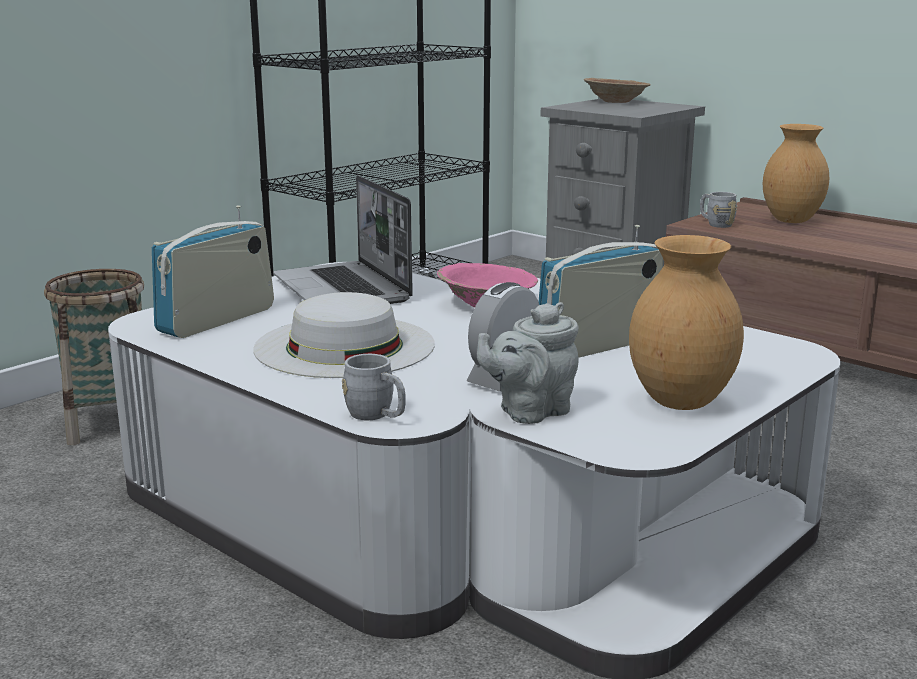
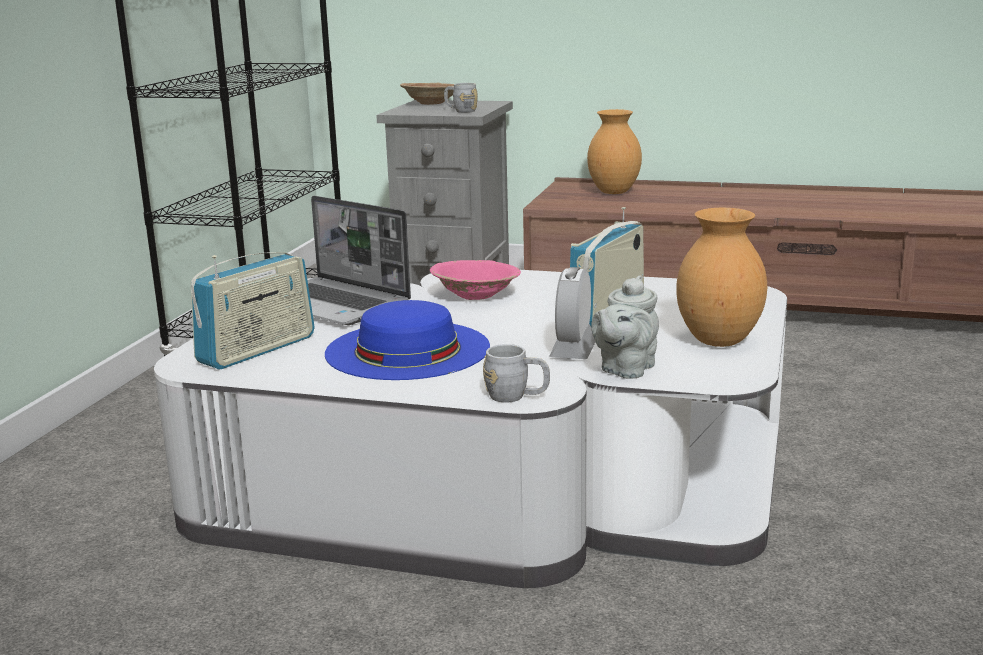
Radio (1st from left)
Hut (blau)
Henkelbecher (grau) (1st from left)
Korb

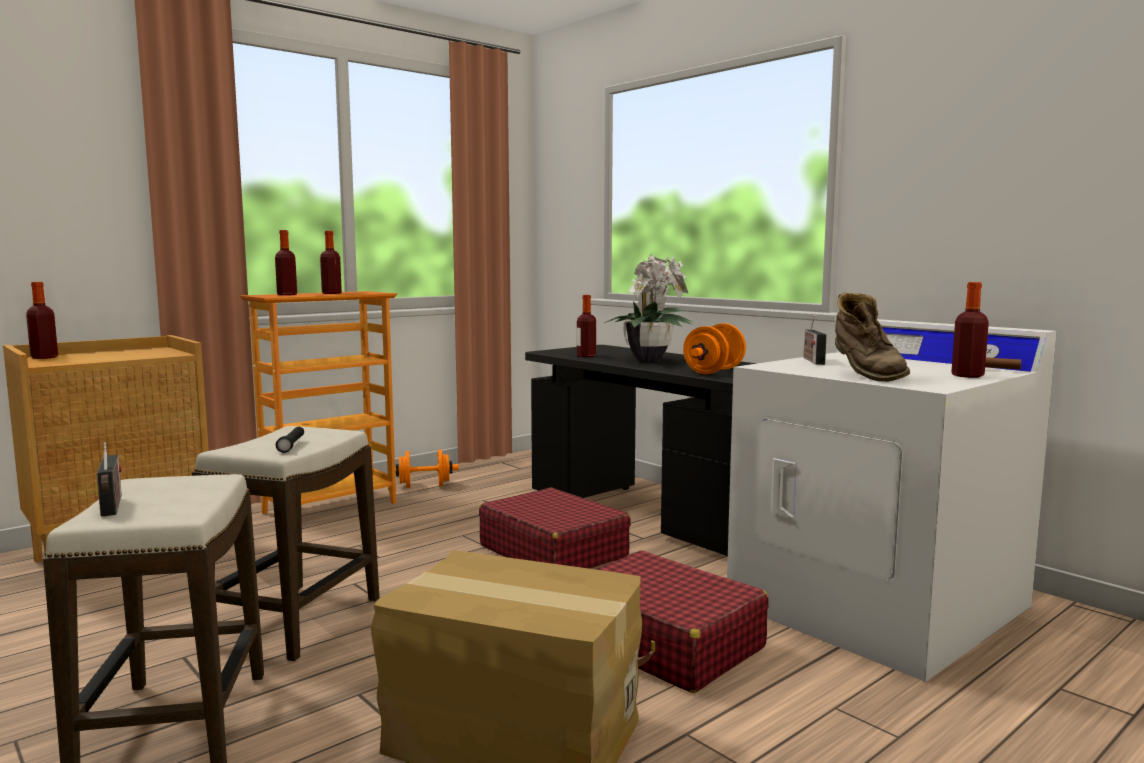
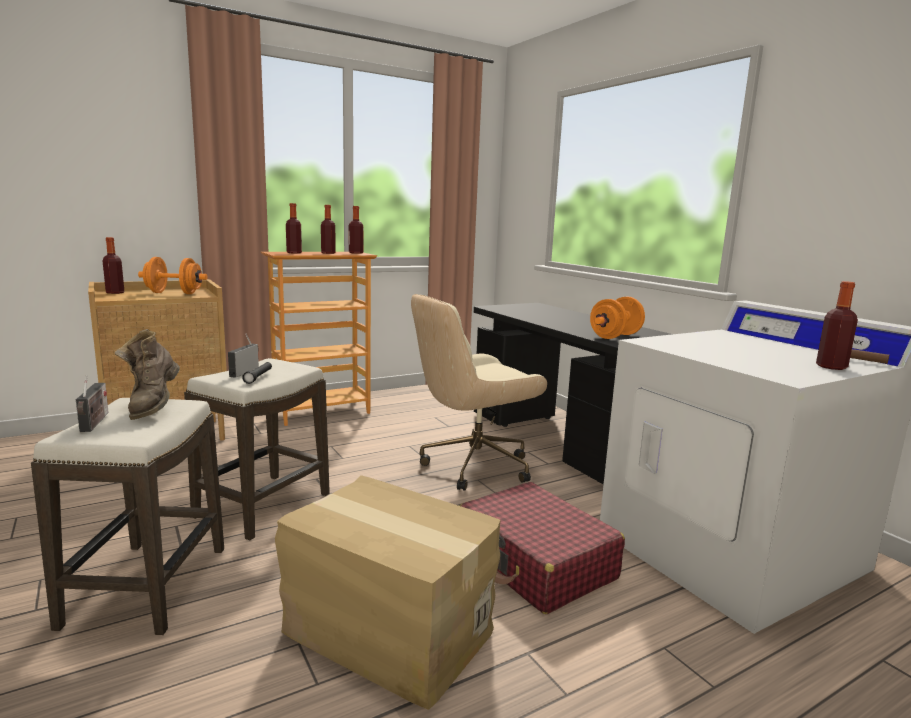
Stiefel (braun)
Hantel (orange) (1st from left)
Radio (2nd from left)
Flasche (4th from left)
Bürostuhl (beige)
Topfpflanze

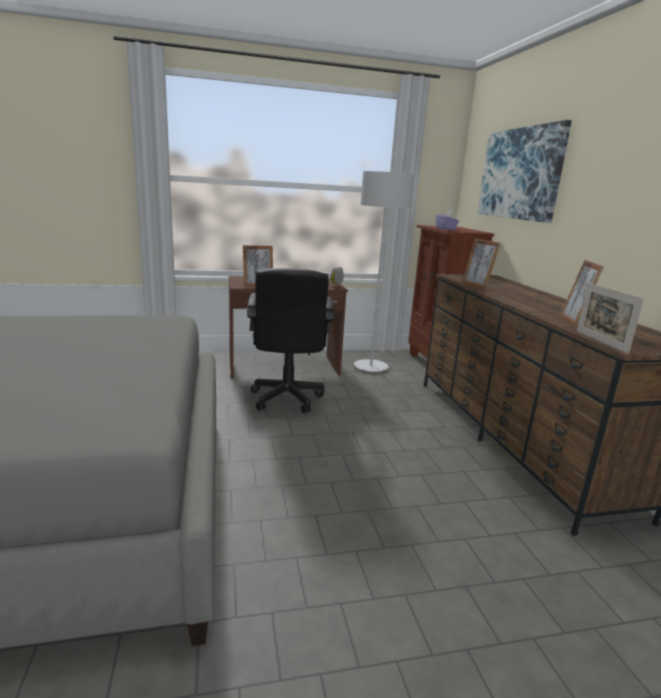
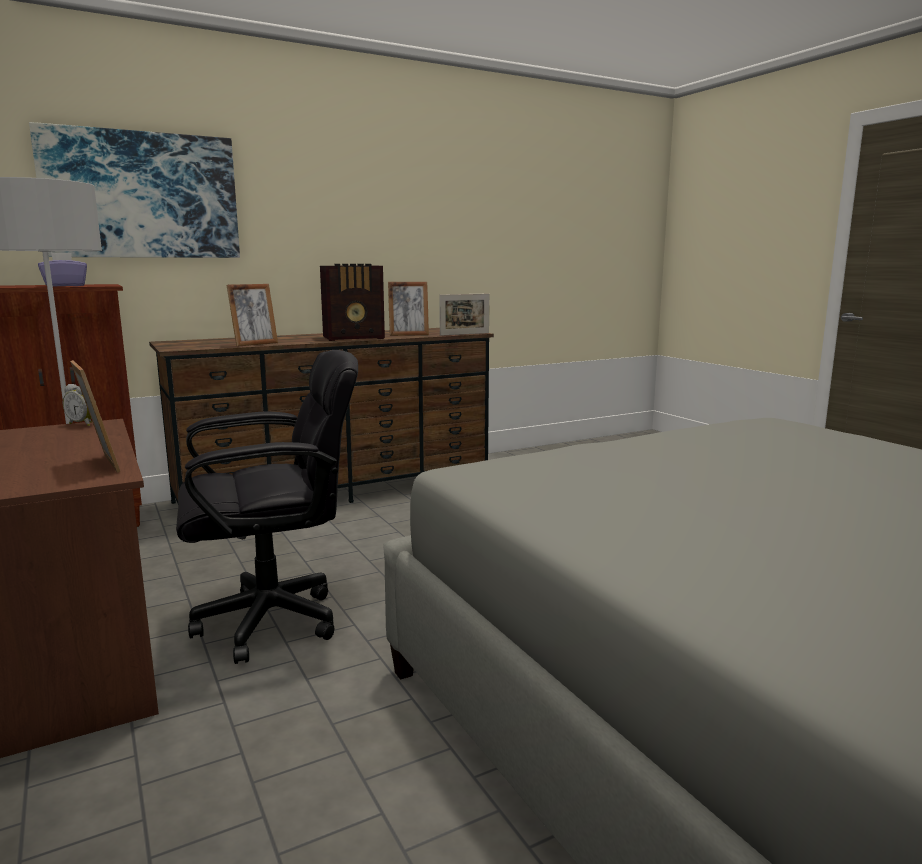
Radio

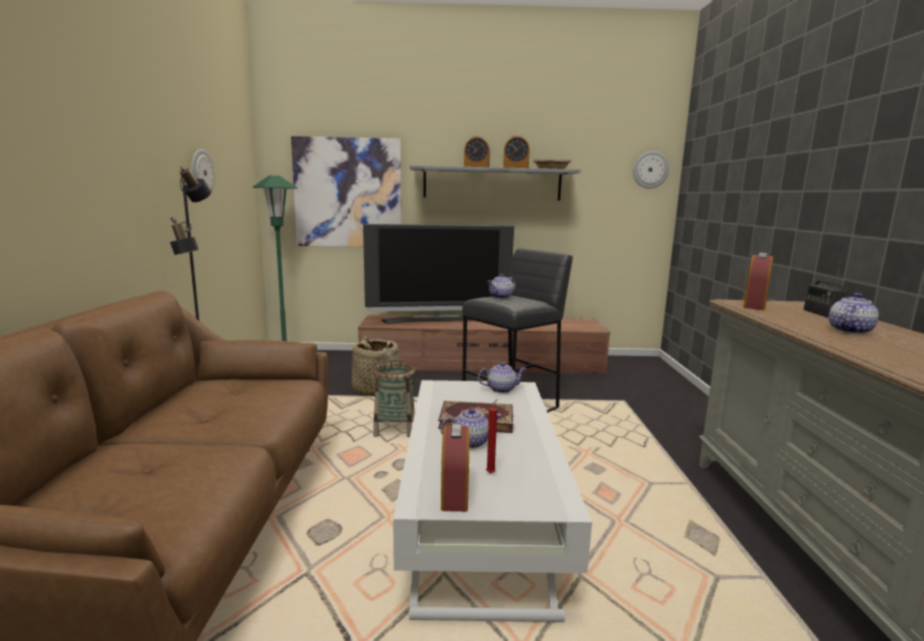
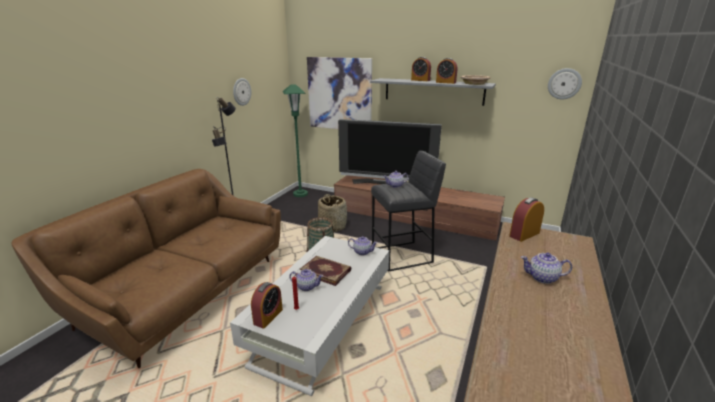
Teekanne (4th from left)
Radio

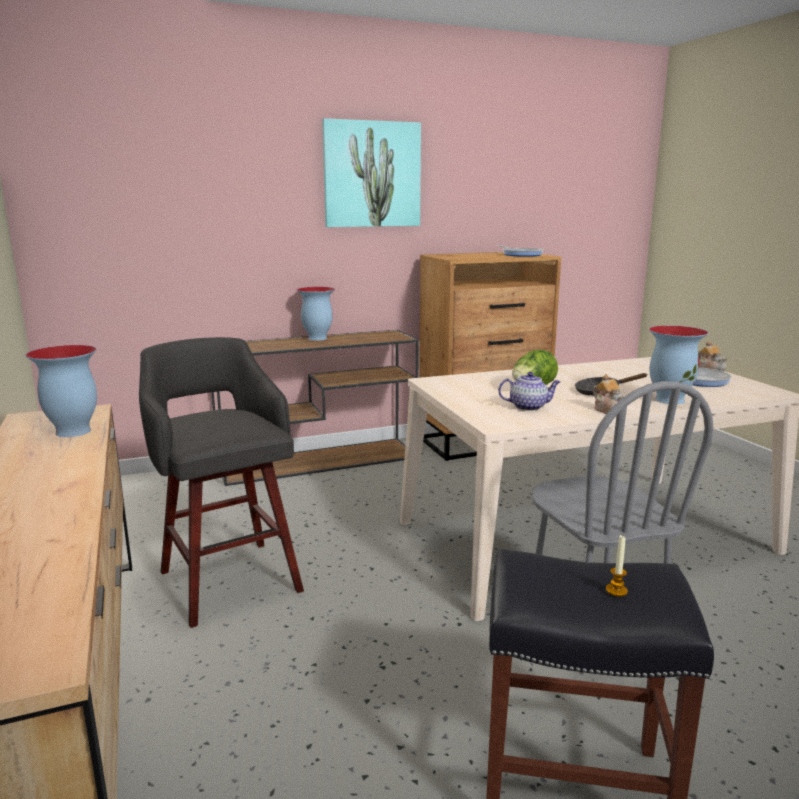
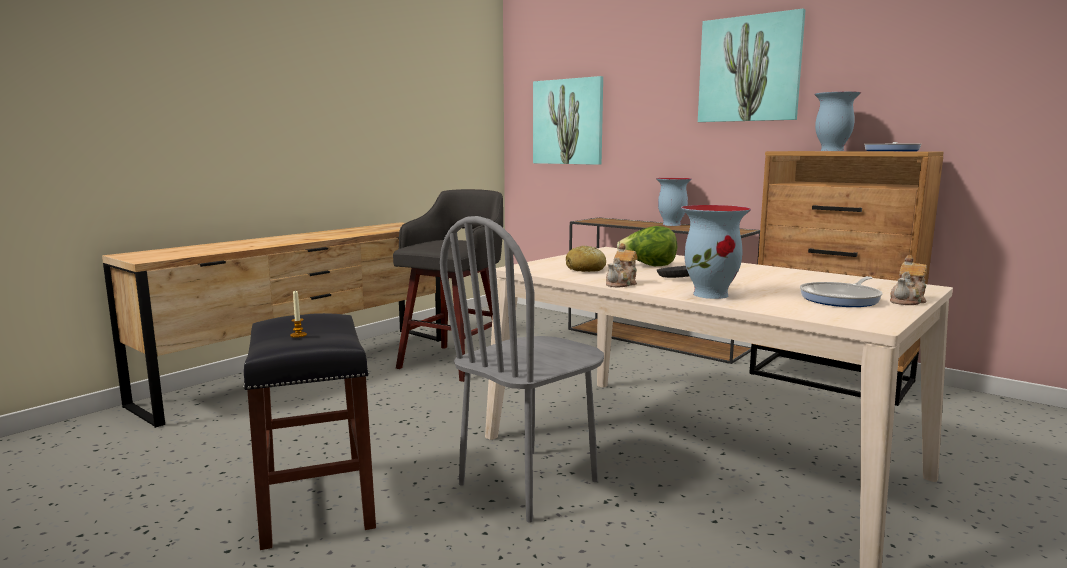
Bild (1st from left)
Brot
Vase (3rd from left)

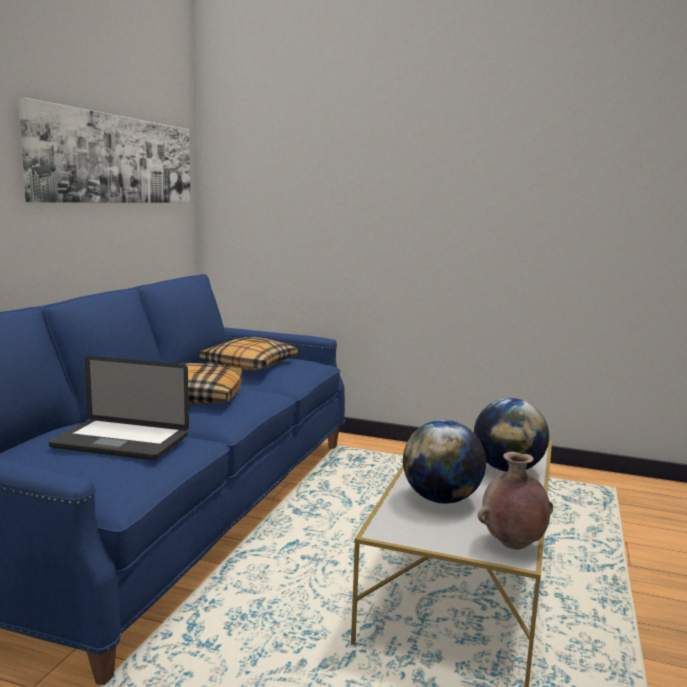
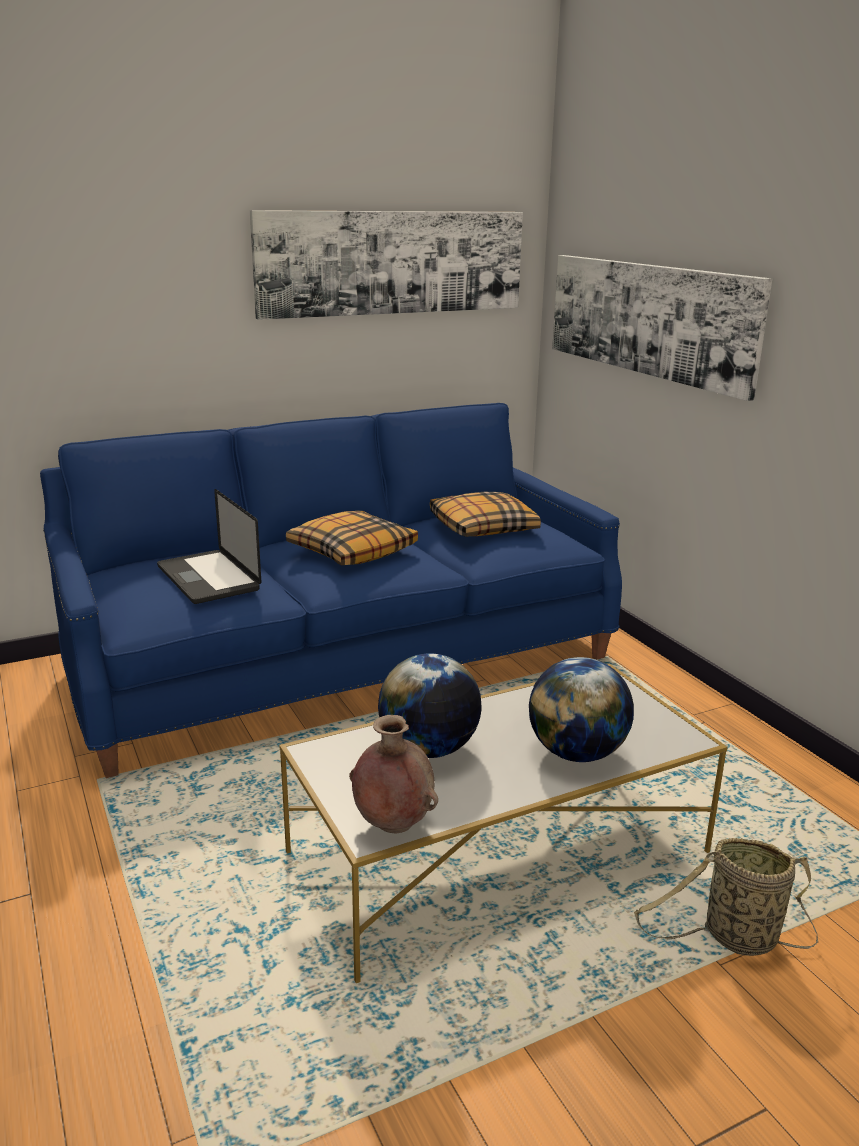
Bild (2nd from left)
Korb

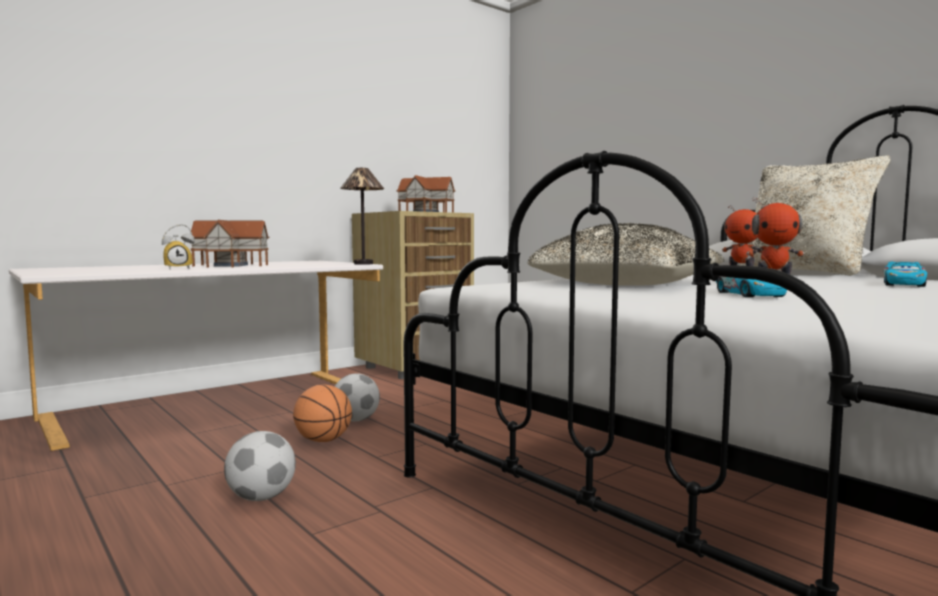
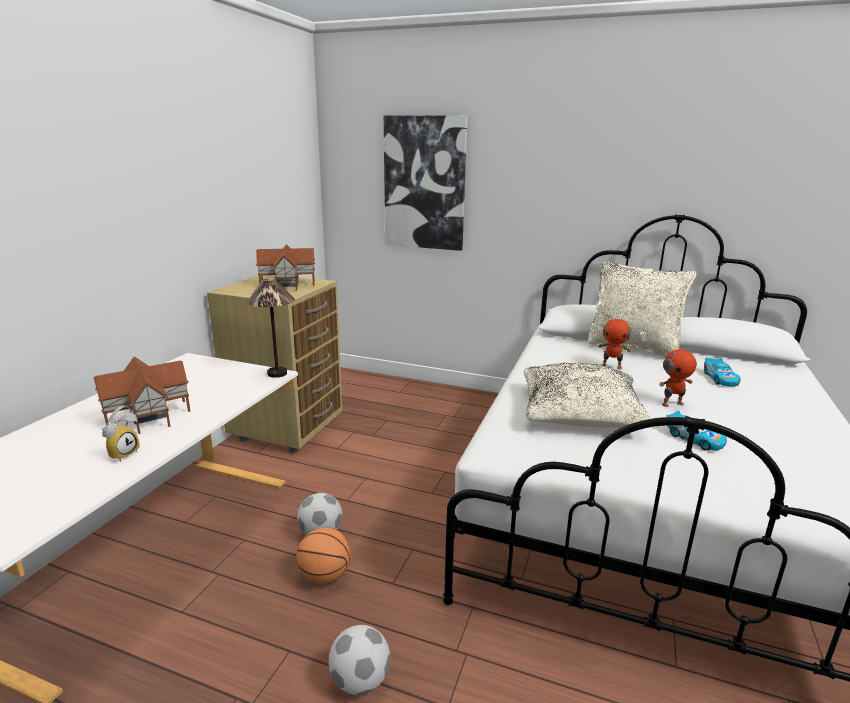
Bild

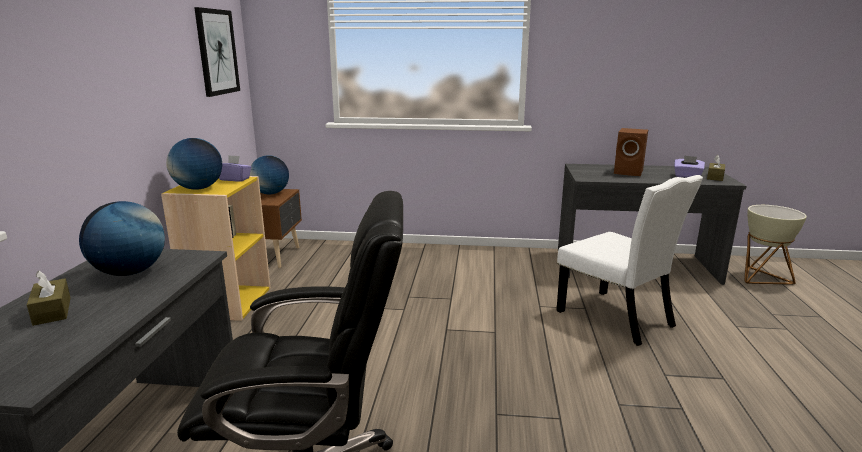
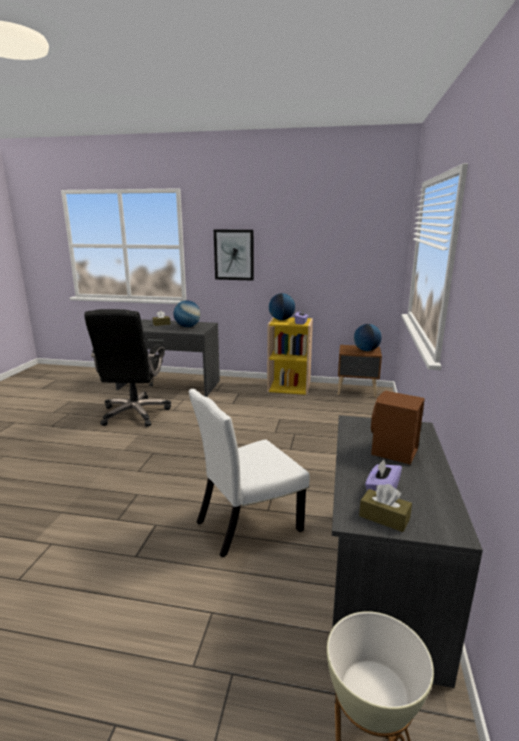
Bild

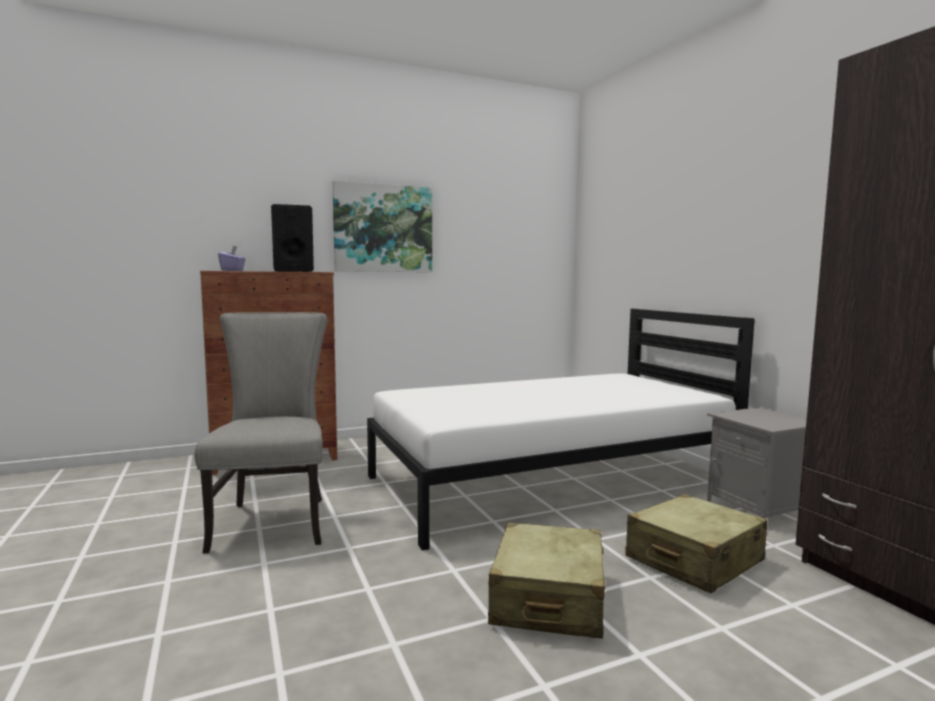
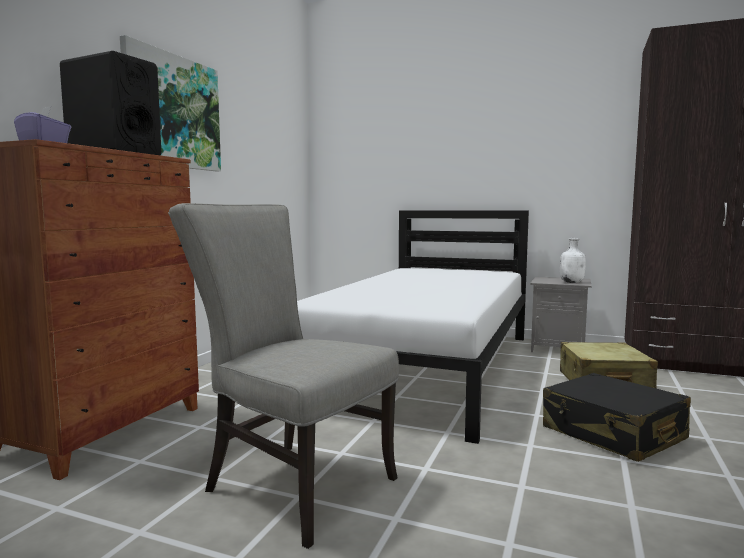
Koffer (schwarz)
Flasche (weiß)

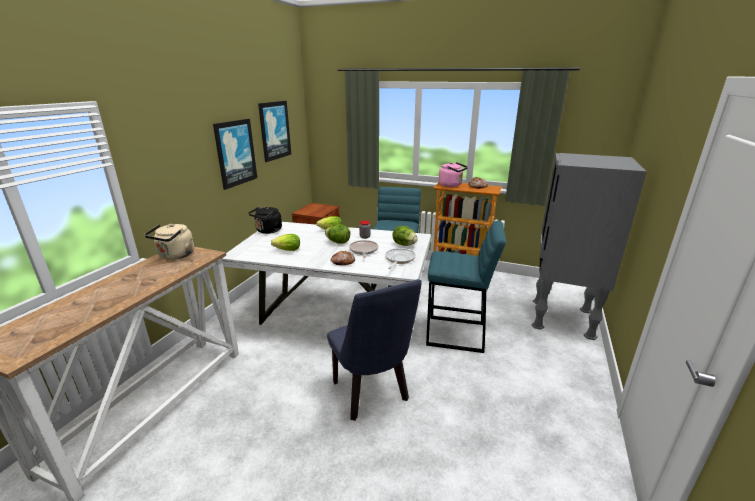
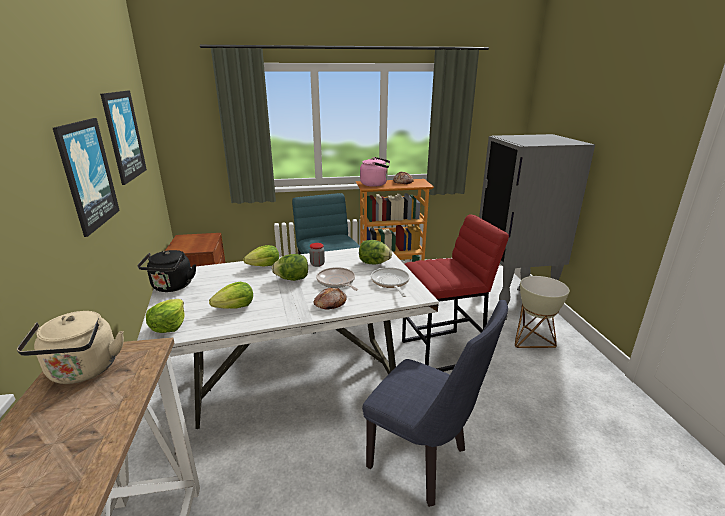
Salatkopf (1st from left)
Hocker (rot)
Pflanzkübel

